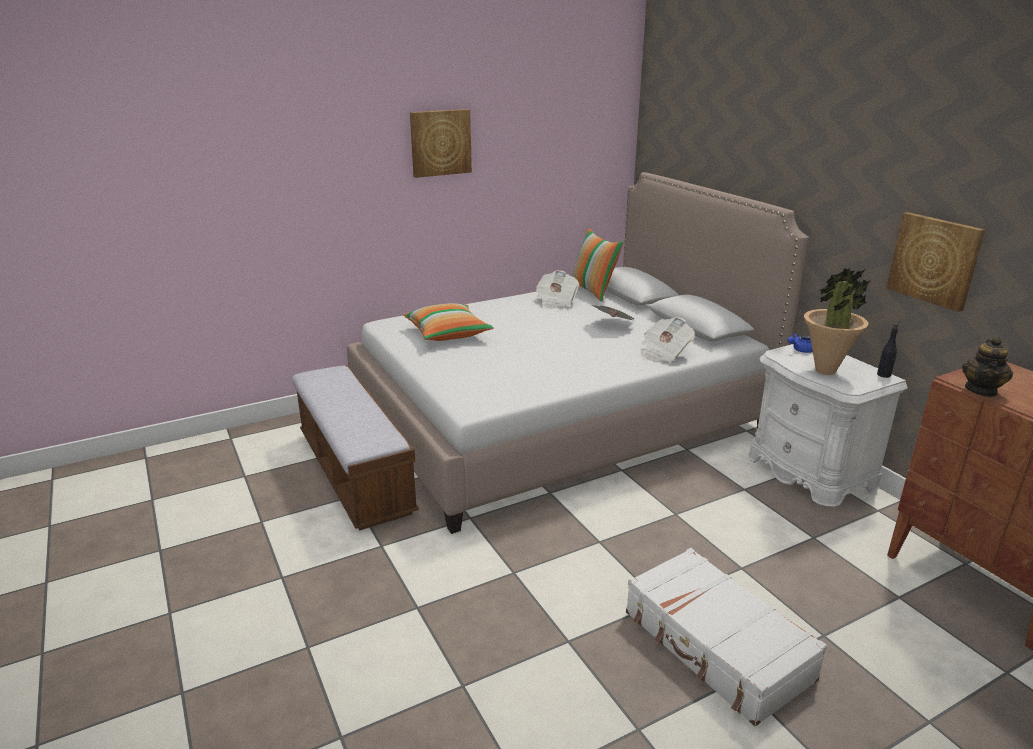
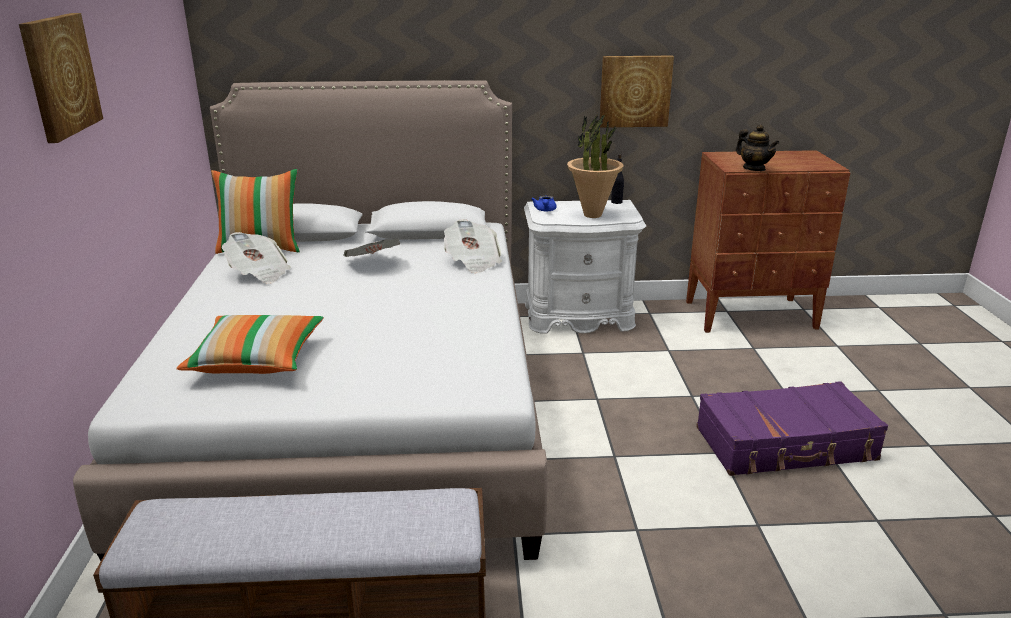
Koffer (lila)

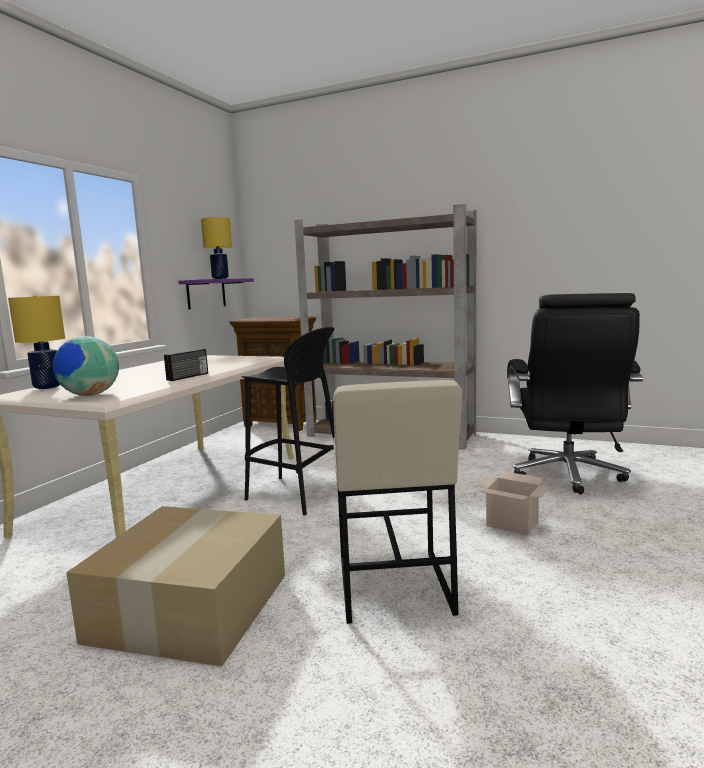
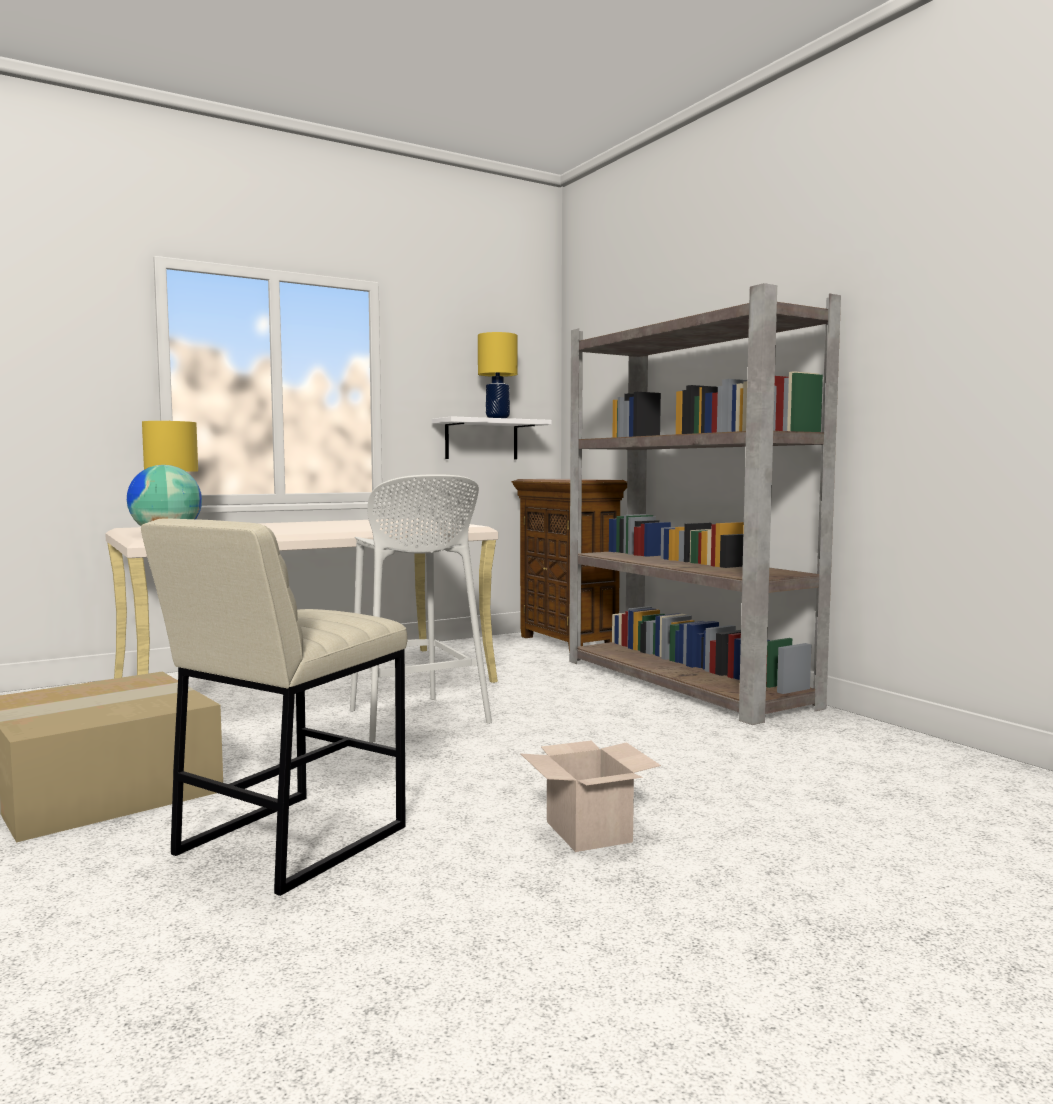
Hocker (weiß)
Wandregal (weiß)
Radio
Bürostuhl (schwarz)

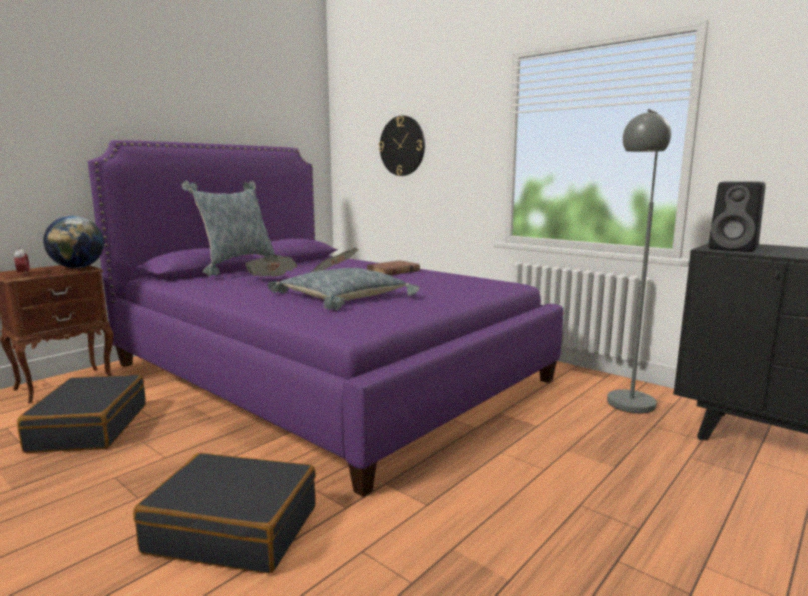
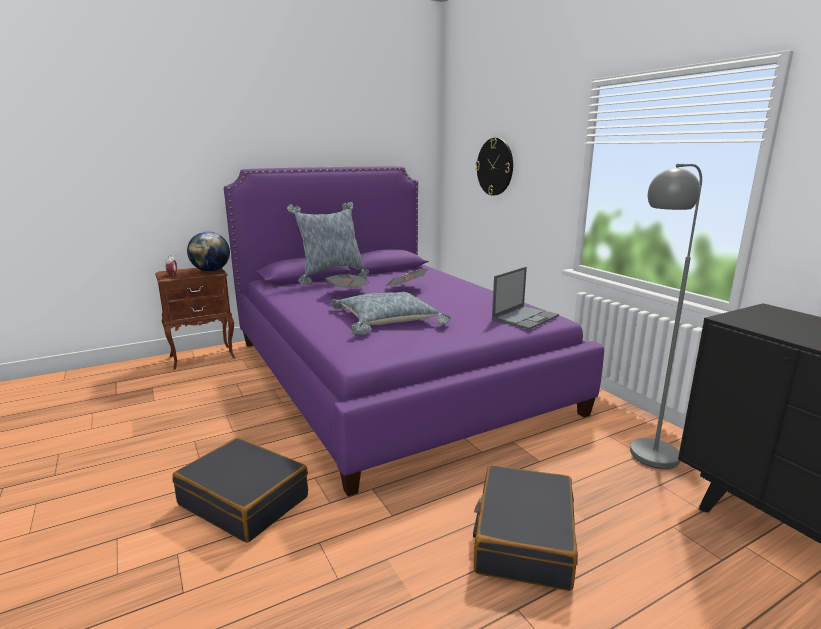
Koffer (schwarz) (2nd from left)
Laptop
Buch (braun)
Lautsprecher (schwarz)

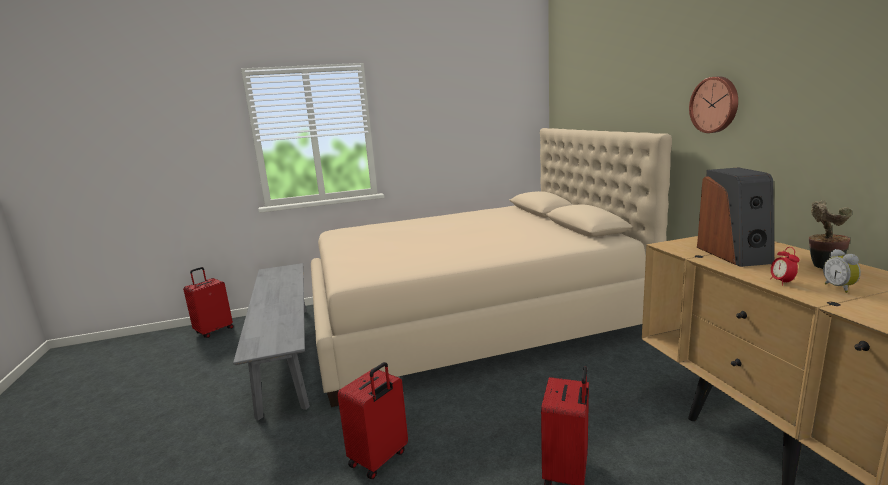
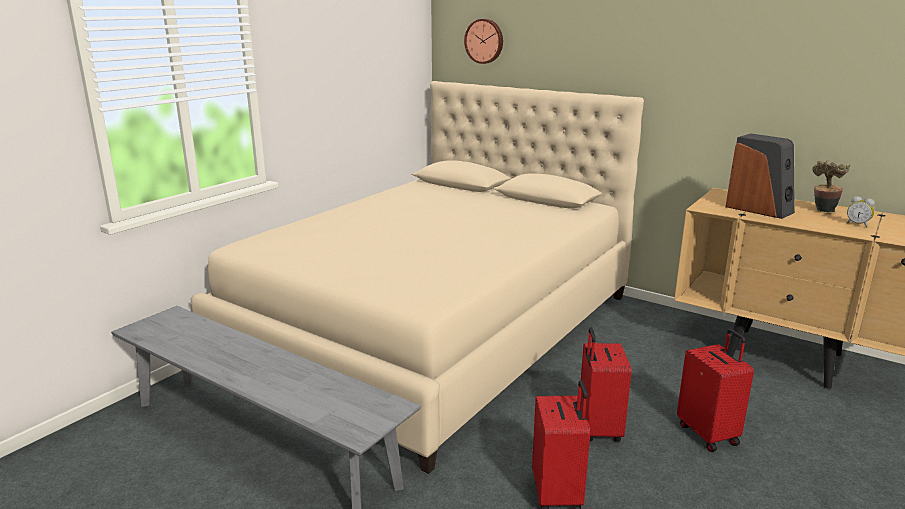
Wanduhr
Koffer (rot) (2nd from left)
Wecker (1st from left in the first image)

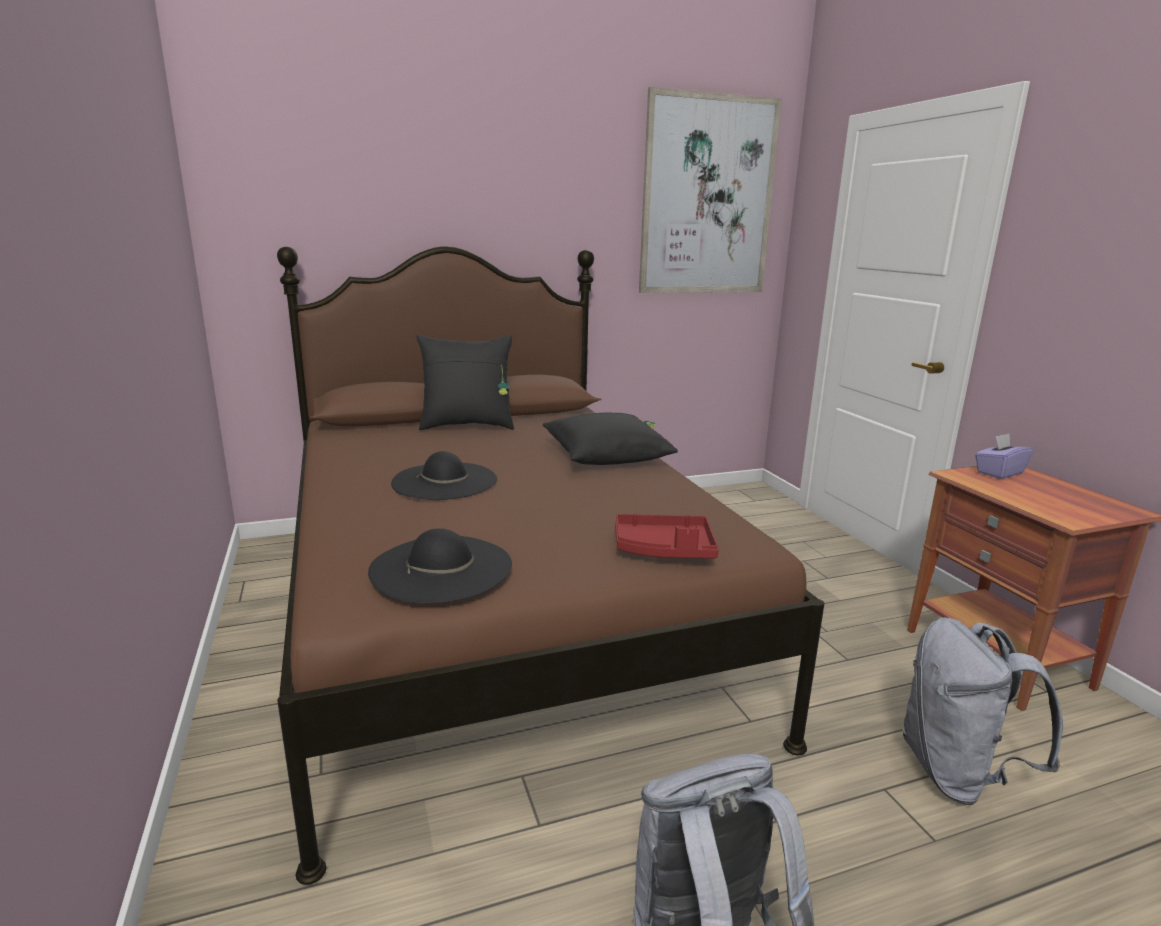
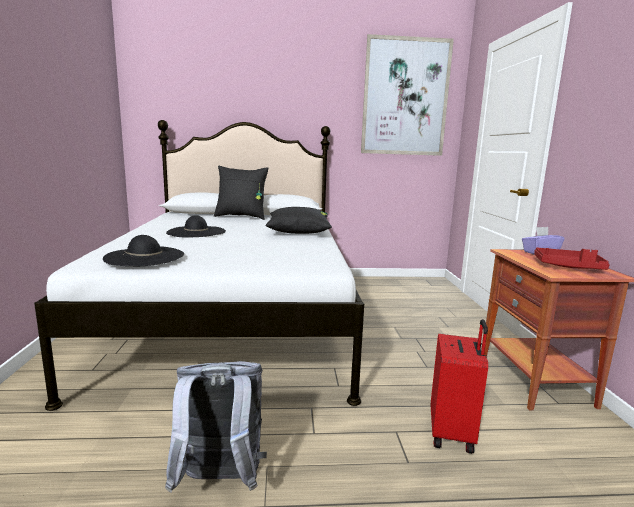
Bett (weiß)
Koffer (rot)
Tablett (rot)

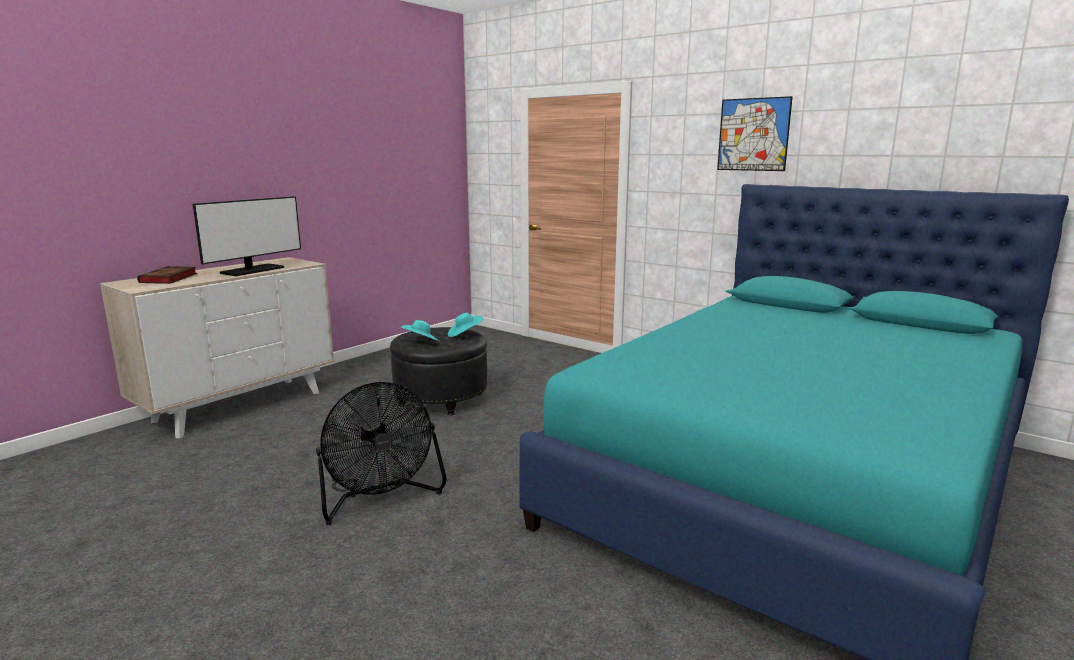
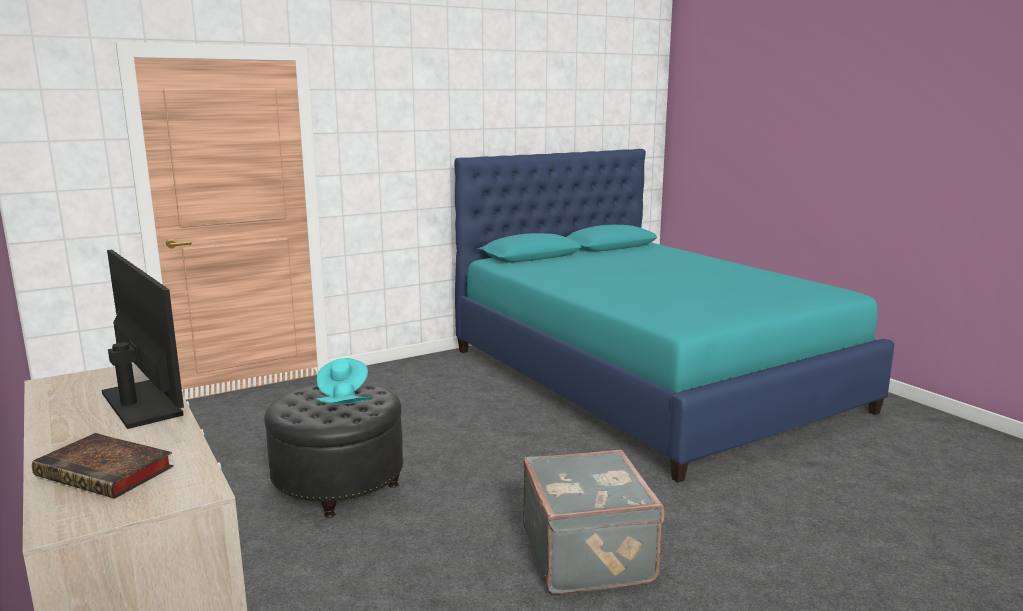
Koffer (grau)
Bild

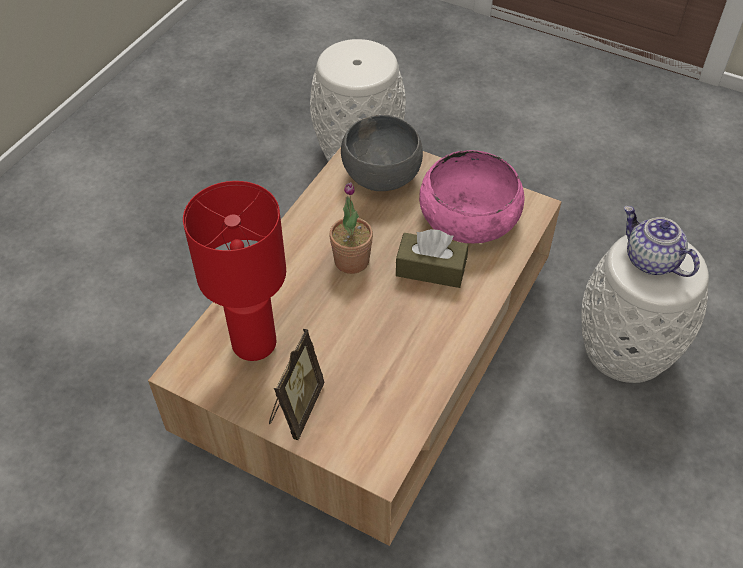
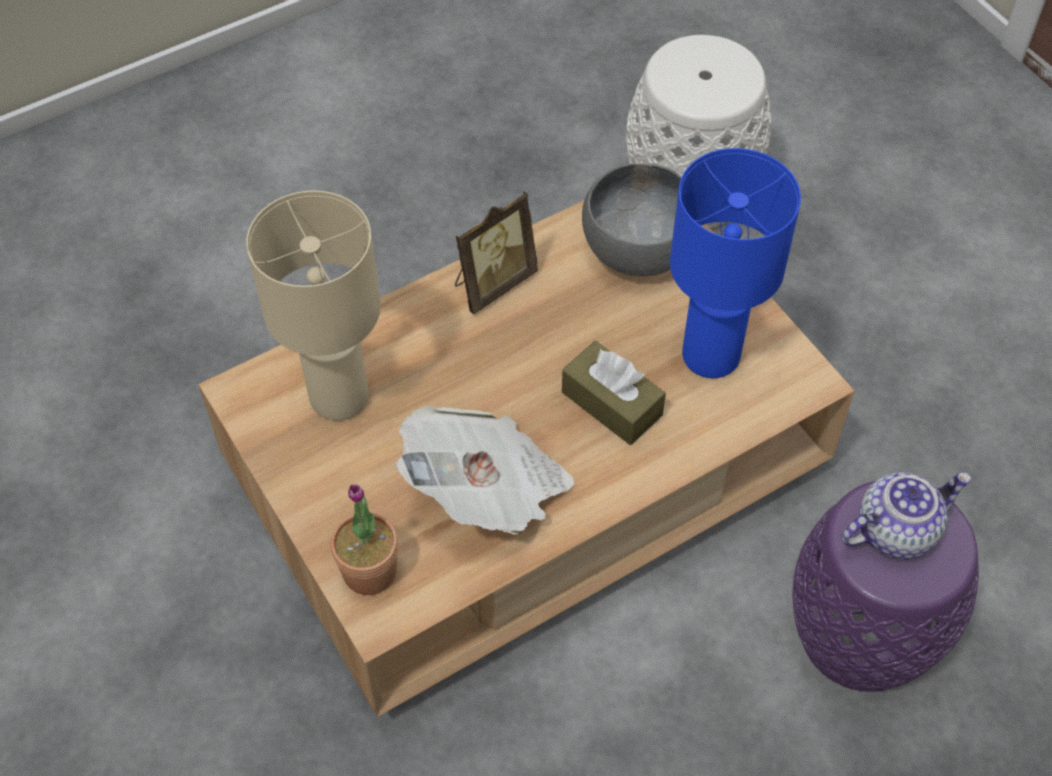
Tischlampe (beige)
Topfpflanze
Zeitung
Bilderrahmen
Tischlampe (blau)
Hocker (lila)
Teekanne

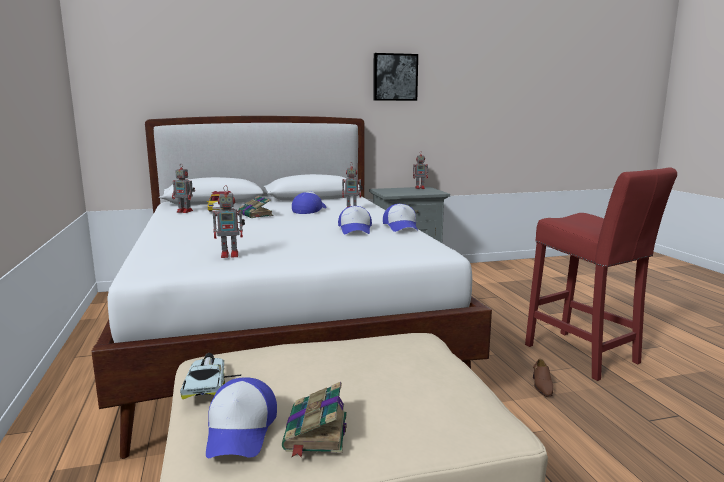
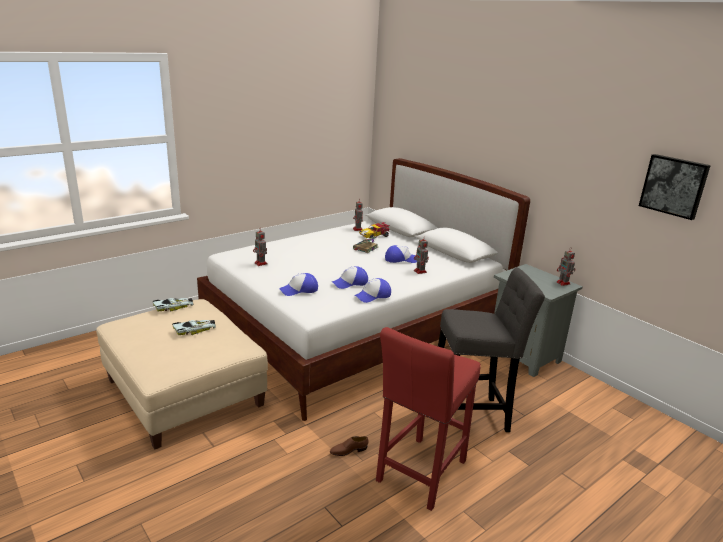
Spielzeugauto (2nd from left)
Kappe (1st from left)
Hocker (grau)
Bild
Buch (2nd from left in the first image)

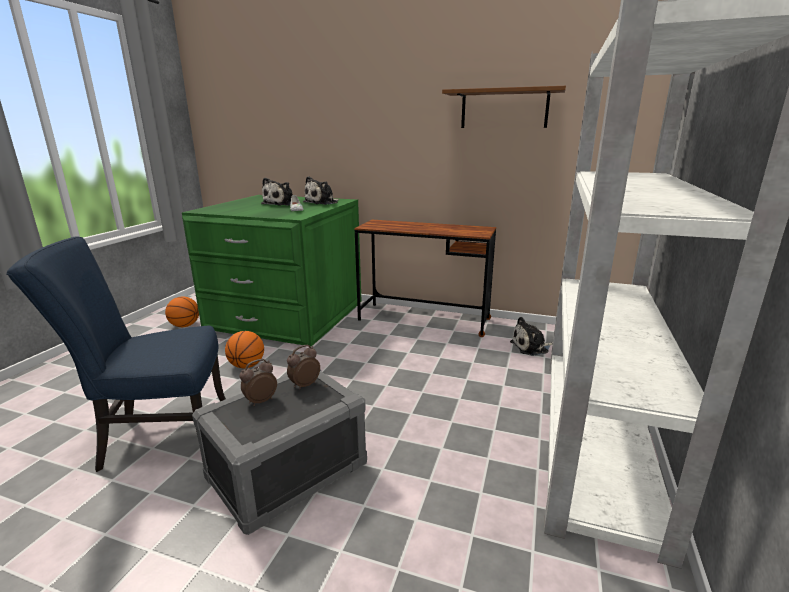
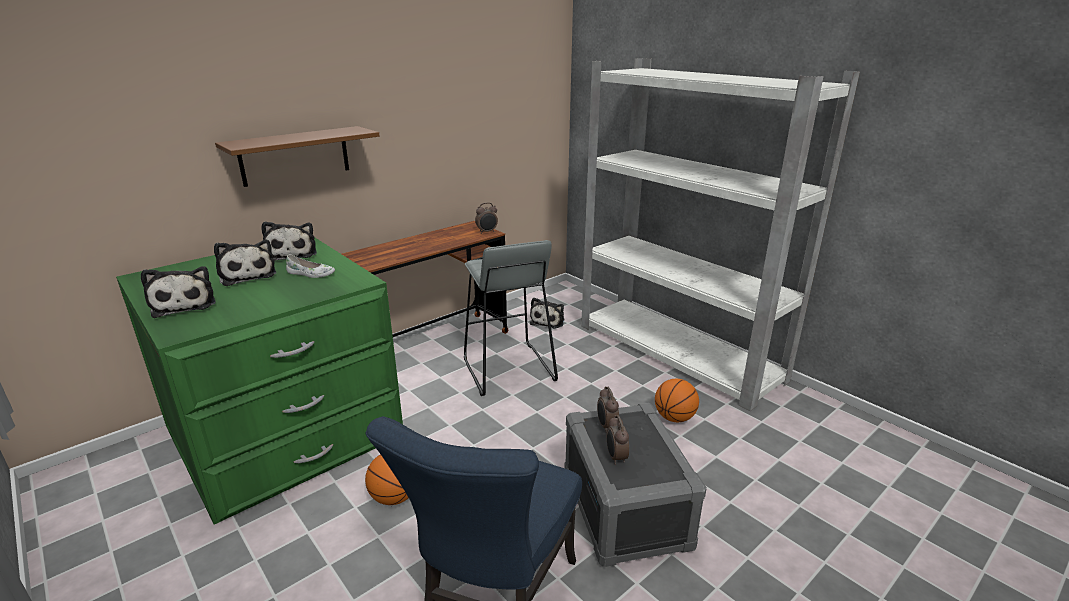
Plüschtier (1st from left)
Wandregal (braun)
Hocker (grau)
Wecker (1st from left)
Basketball (2nd from left)

